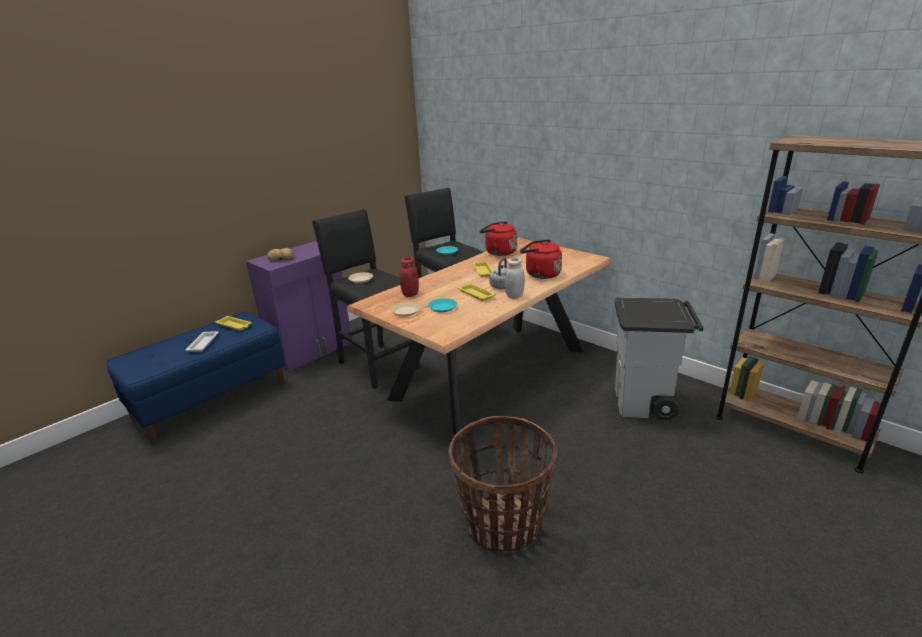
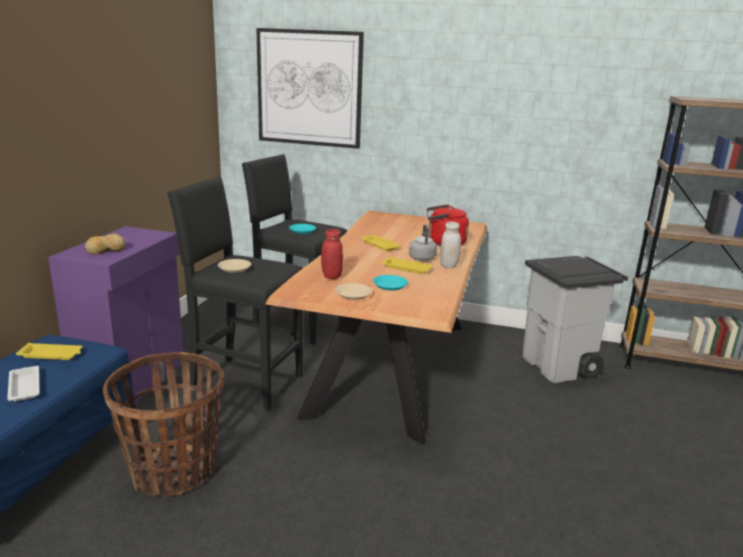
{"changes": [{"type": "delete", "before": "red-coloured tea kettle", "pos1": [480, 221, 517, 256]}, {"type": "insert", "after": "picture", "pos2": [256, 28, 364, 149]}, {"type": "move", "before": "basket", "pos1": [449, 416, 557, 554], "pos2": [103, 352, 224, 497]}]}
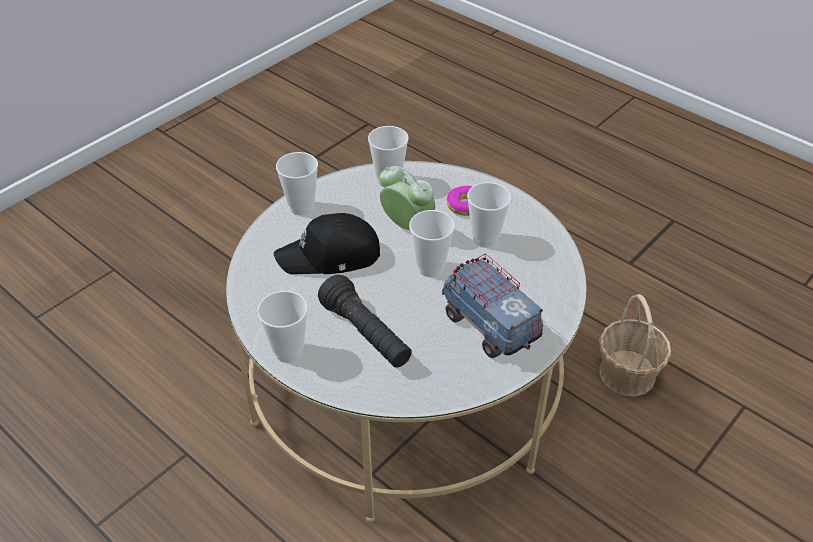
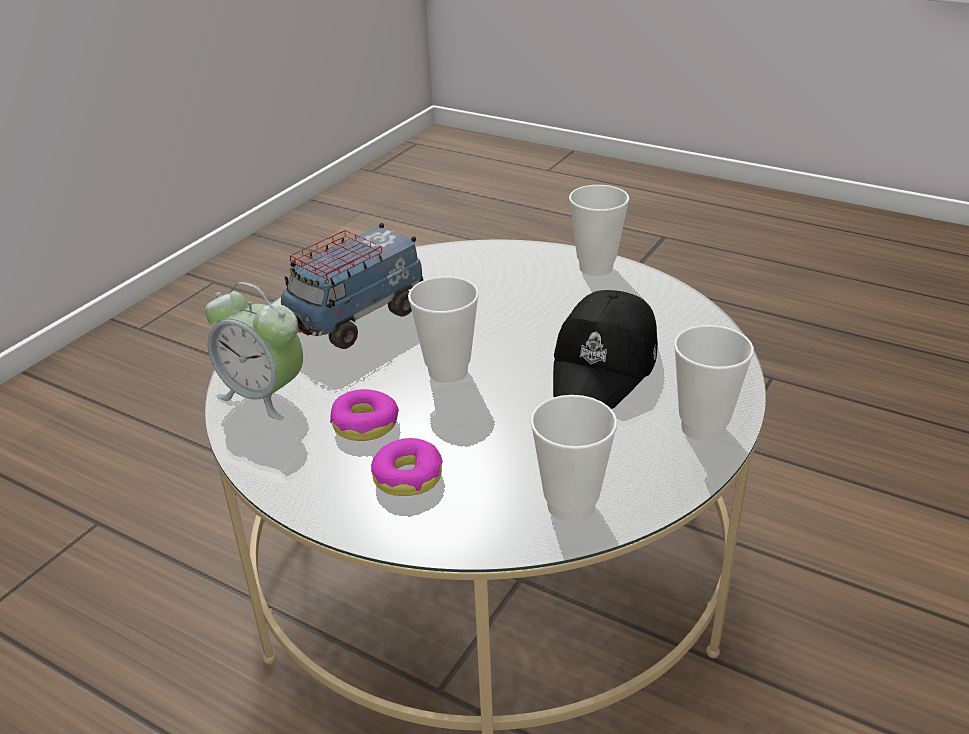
{"changes": [{"type": "delete", "before": "black hand torch", "pos1": [318, 275, 412, 368]}, {"type": "delete", "before": "basket", "pos1": [599, 294, 671, 396]}, {"type": "move", "before": "alarm clock", "pos1": [380, 166, 435, 230], "pos2": [205, 282, 303, 420]}, {"type": "replace", "before": "drinking cup", "after": "ring doughnut", "pos1": [467, 182, 511, 248], "pos2": [330, 389, 399, 441]}, {"type": "rotate", "before": "black baseball cap", "pos1": [274, 213, 380, 274], "pos2": [553, 290, 658, 409], "turn": 135}, {"type": "rotate", "before": "model truck", "pos1": [442, 253, 543, 358], "pos2": [281, 223, 423, 349], "turn": 90}]}
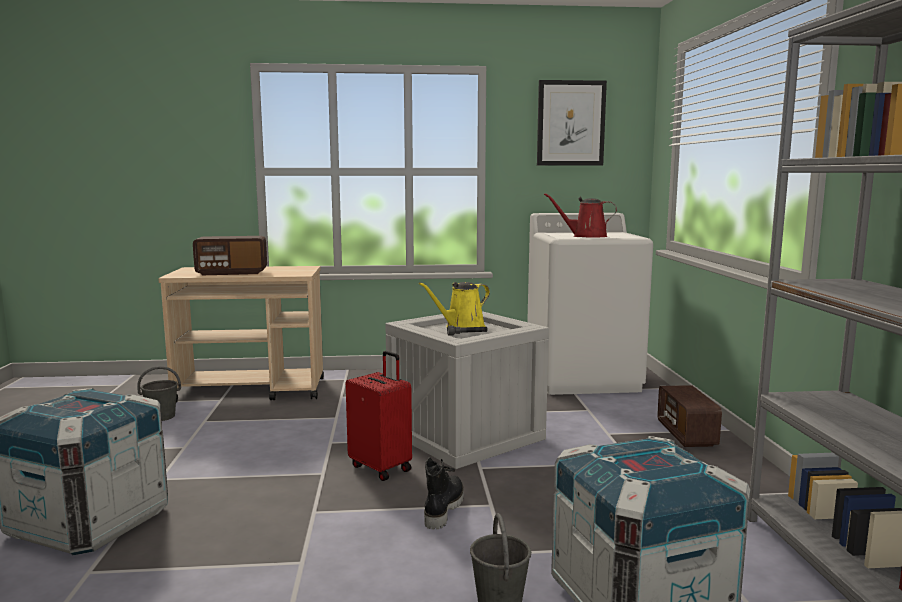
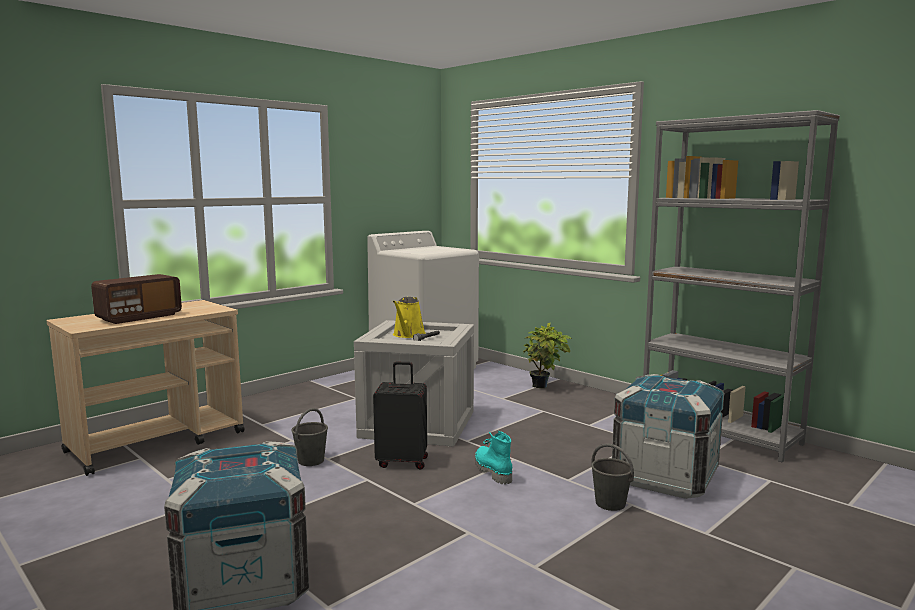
{"changes": [{"type": "delete", "before": "picture", "pos1": [537, 80, 607, 165]}, {"type": "delete", "before": "red-coloured watering pot", "pos1": [544, 193, 617, 238]}, {"type": "move", "before": "gray pail", "pos1": [137, 366, 181, 421], "pos2": [292, 408, 328, 466]}, {"type": "replace", "before": "radio set", "after": "plant in a pot", "pos1": [657, 385, 722, 447], "pos2": [523, 323, 572, 388]}, {"type": "recolor", "before": "red-coloured suitcase", "after": "black suitcase", "pos1": [346, 351, 412, 481], "pos2": [373, 362, 428, 469]}, {"type": "recolor", "before": "black boot", "after": "turquoise-coloured boot", "pos1": [424, 457, 464, 530], "pos2": [475, 431, 512, 485]}]}
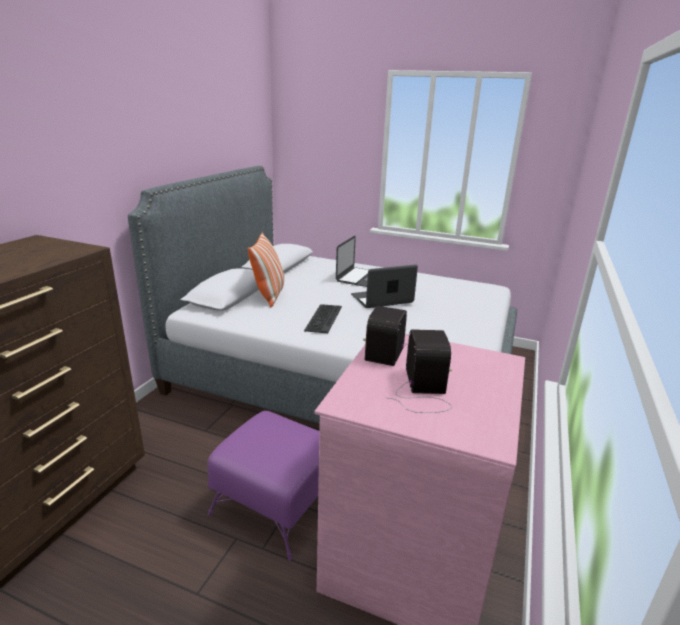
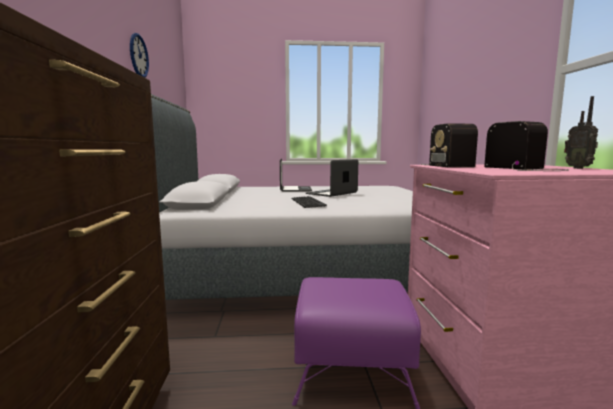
{"changes": [{"type": "delete", "before": "pillow", "pos1": [248, 232, 284, 307]}, {"type": "insert", "after": "clock on the wall", "pos2": [130, 33, 149, 78]}, {"type": "insert", "after": "radio set", "pos2": [564, 96, 598, 169]}]}
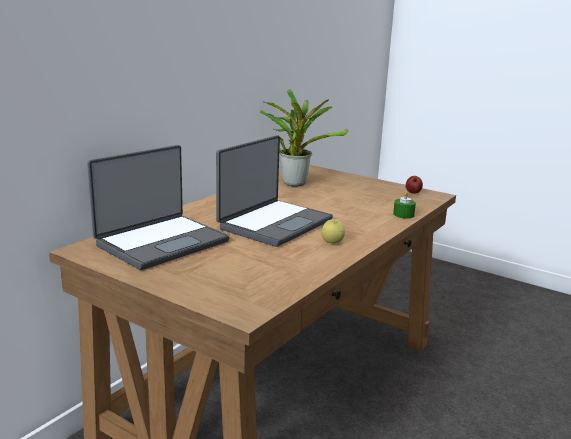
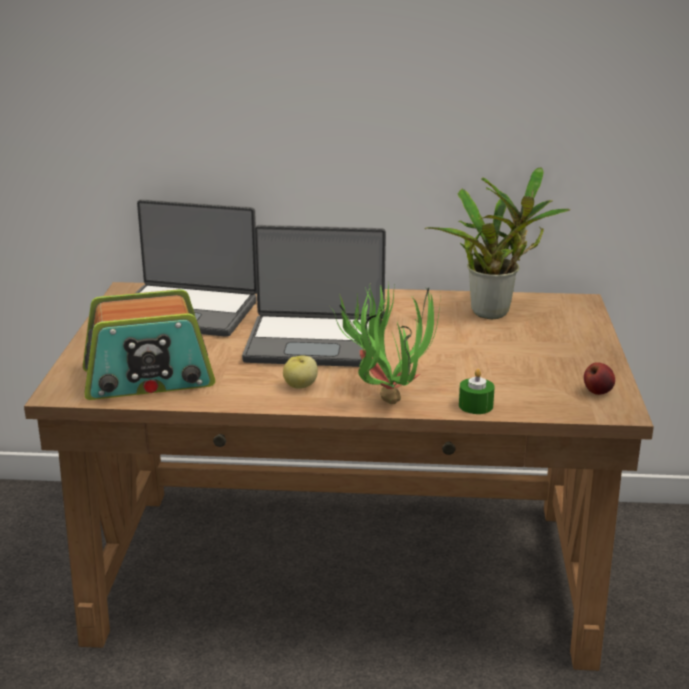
{"changes": [{"type": "insert", "after": "radio set", "pos2": [83, 289, 215, 400]}, {"type": "insert", "after": "plant in a pot", "pos2": [329, 280, 440, 404]}]}
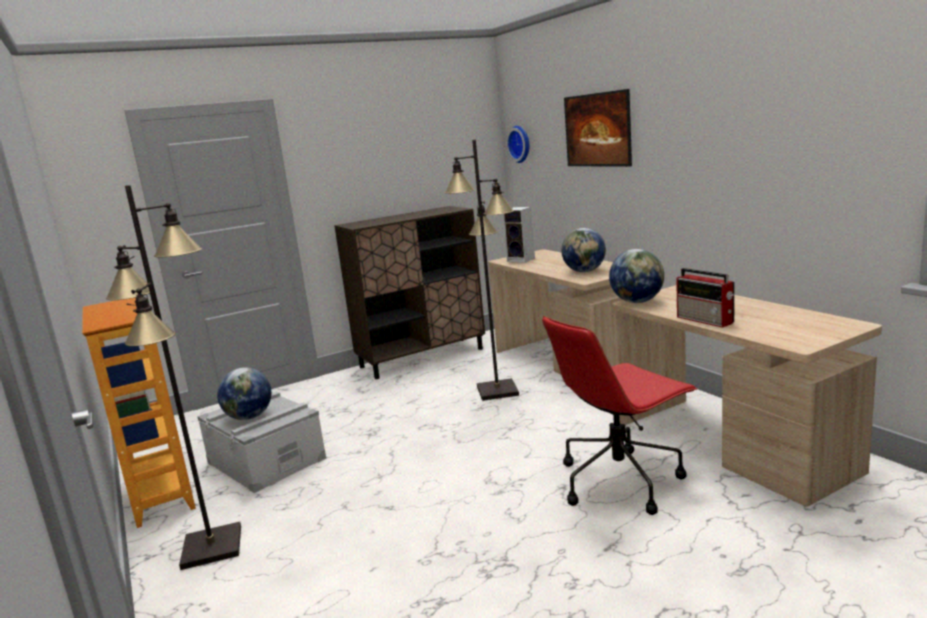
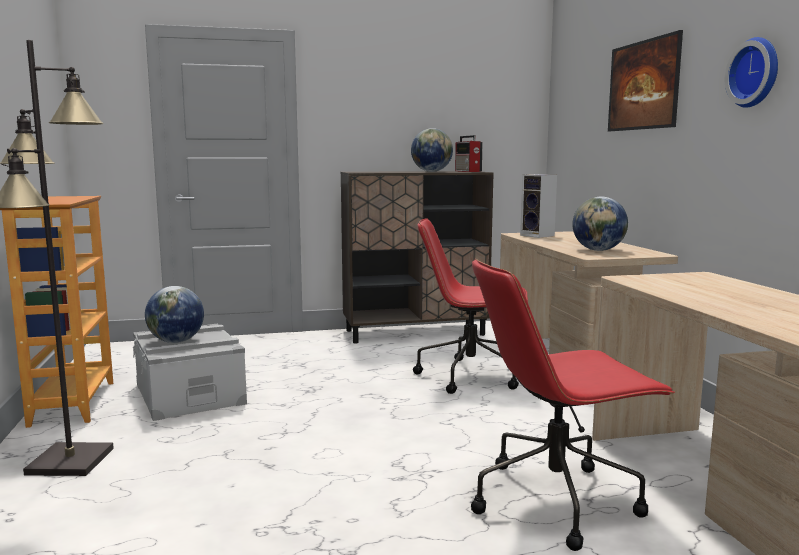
{"changes": [{"type": "move", "before": "clock on the wall", "pos1": [506, 126, 529, 163], "pos2": [725, 37, 778, 108]}, {"type": "move", "before": "globe", "pos1": [609, 249, 664, 303], "pos2": [411, 128, 453, 172]}, {"type": "move", "before": "radio set", "pos1": [676, 268, 734, 328], "pos2": [455, 135, 483, 172]}, {"type": "replace", "before": "black standing lamp", "after": "red-coloured desk chair", "pos1": [445, 140, 519, 401], "pos2": [413, 218, 528, 394]}]}
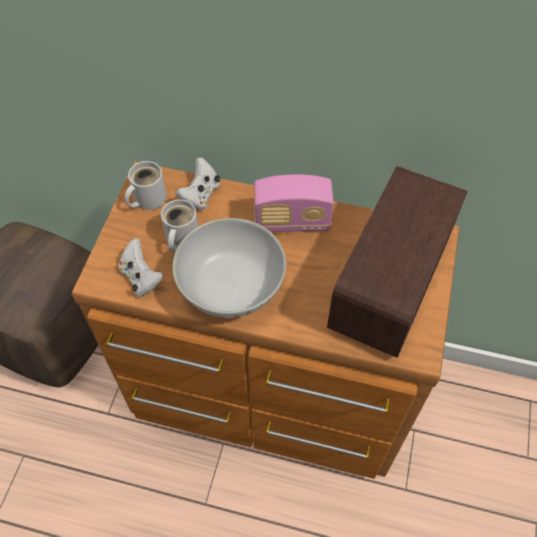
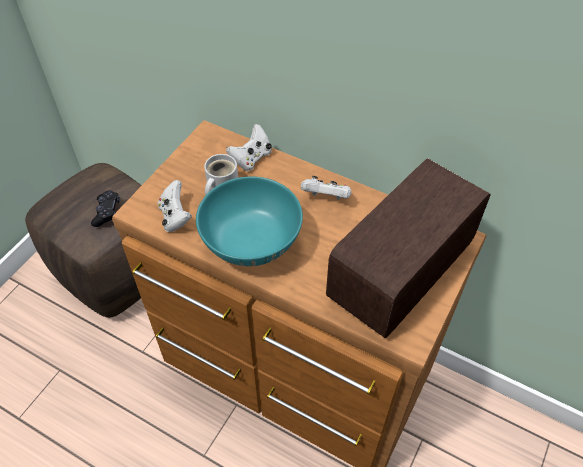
{"changes": [{"type": "delete", "before": "white-coloured tea mug", "pos1": [124, 161, 167, 210]}, {"type": "insert", "after": "black gamepad", "pos2": [91, 190, 120, 227]}, {"type": "replace", "before": "radio set", "after": "white-coloured gamepad", "pos1": [254, 174, 334, 232], "pos2": [301, 176, 351, 200]}, {"type": "recolor", "before": "white-coloured deep dish", "after": "turquoise-coloured deep dish", "pos1": [172, 218, 286, 318], "pos2": [196, 176, 303, 266]}]}
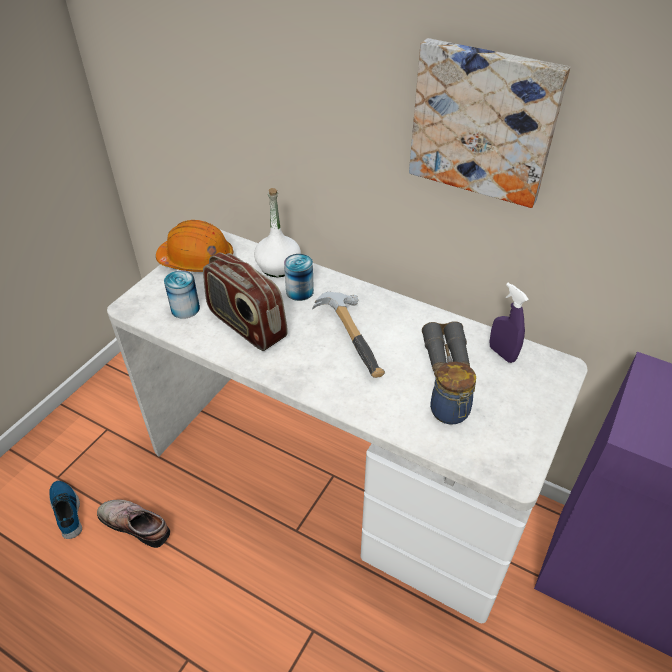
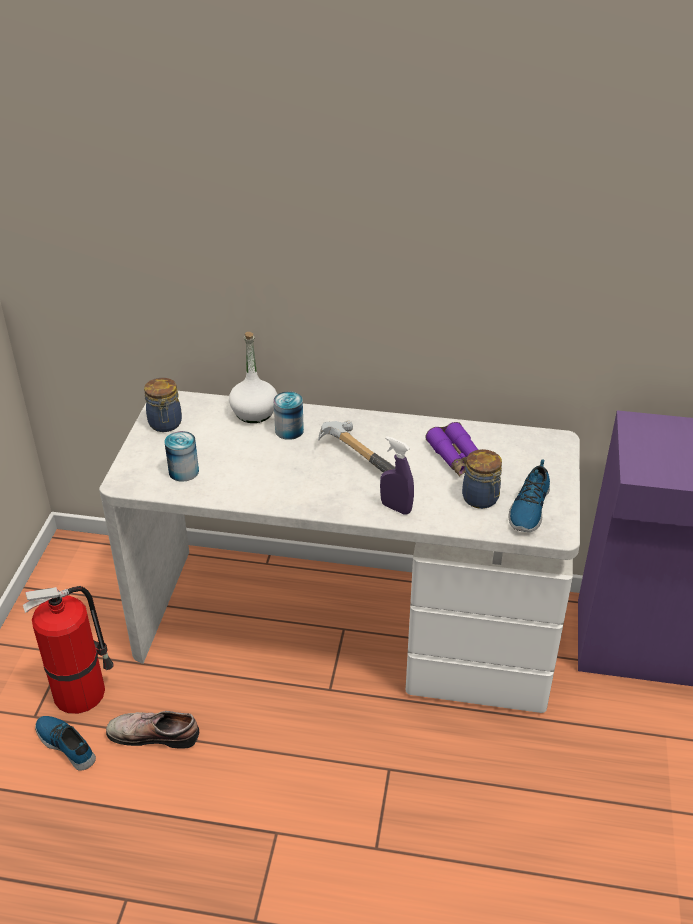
{"changes": [{"type": "delete", "before": "radio set", "pos1": [203, 252, 288, 351]}, {"type": "delete", "before": "picture", "pos1": [409, 38, 570, 208]}, {"type": "insert", "after": "fire extinguisher", "pos2": [23, 586, 114, 714]}, {"type": "insert", "after": "low shoe", "pos2": [508, 460, 550, 532]}, {"type": "move", "before": "purple-coloured hand sprayer", "pos1": [489, 283, 529, 363], "pos2": [380, 436, 414, 515]}, {"type": "replace", "before": "orange-coloured work helmet", "after": "storage jar", "pos1": [156, 220, 233, 272], "pos2": [144, 378, 182, 432]}, {"type": "recolor", "before": "gray field glasses", "after": "purple-coloured field glasses", "pos1": [422, 321, 470, 377], "pos2": [425, 422, 478, 476]}]}
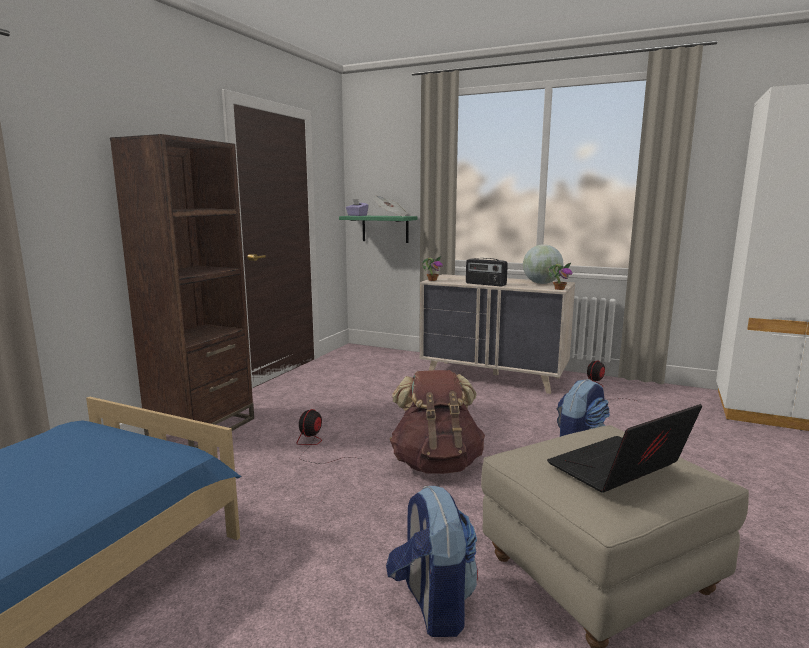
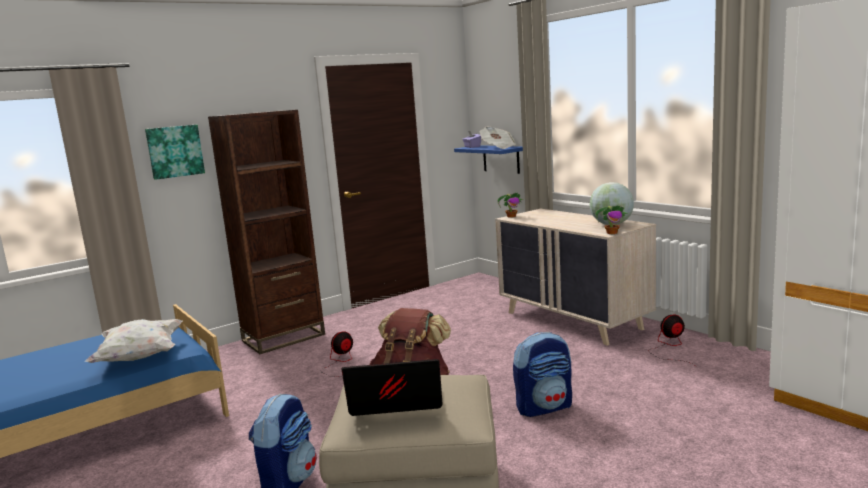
{"changes": [{"type": "delete", "before": "radio set", "pos1": [466, 258, 508, 287]}, {"type": "insert", "after": "white-coloured pillow", "pos2": [85, 319, 182, 363]}, {"type": "insert", "after": "picture", "pos2": [145, 125, 205, 180]}, {"type": "recolor", "before": "green bracket shelf", "after": "blue-coloured bracket shelf", "pos1": [339, 216, 417, 243], "pos2": [454, 145, 523, 174]}]}
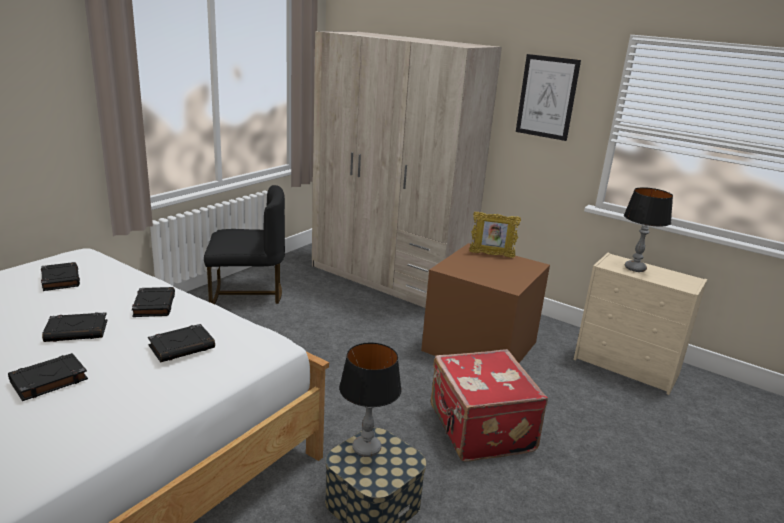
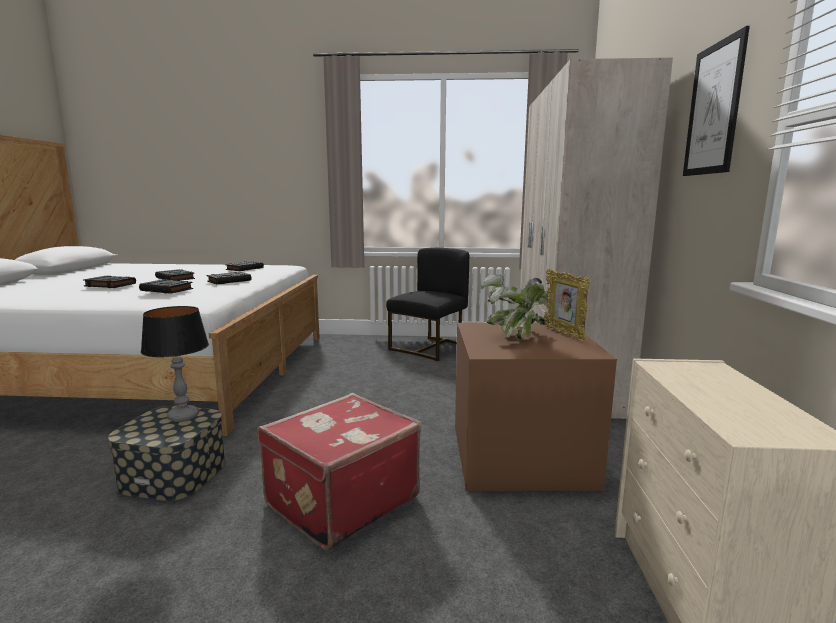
{"changes": [{"type": "delete", "before": "table lamp", "pos1": [624, 187, 673, 272]}, {"type": "insert", "after": "plant in a pot", "pos2": [481, 274, 548, 340]}, {"type": "rotate", "before": "black plain chair", "pos1": [204, 185, 285, 304], "pos2": [386, 248, 469, 361], "turn": -105}]}
